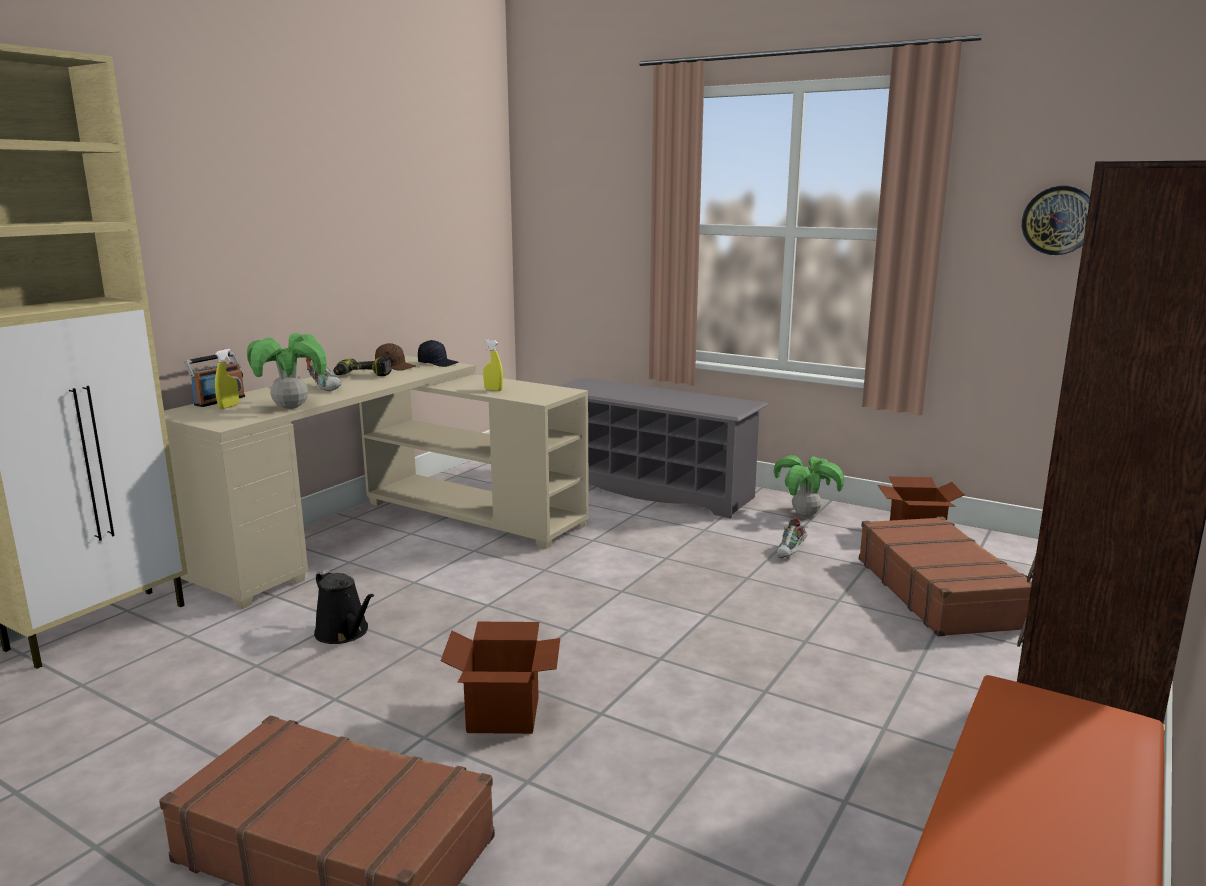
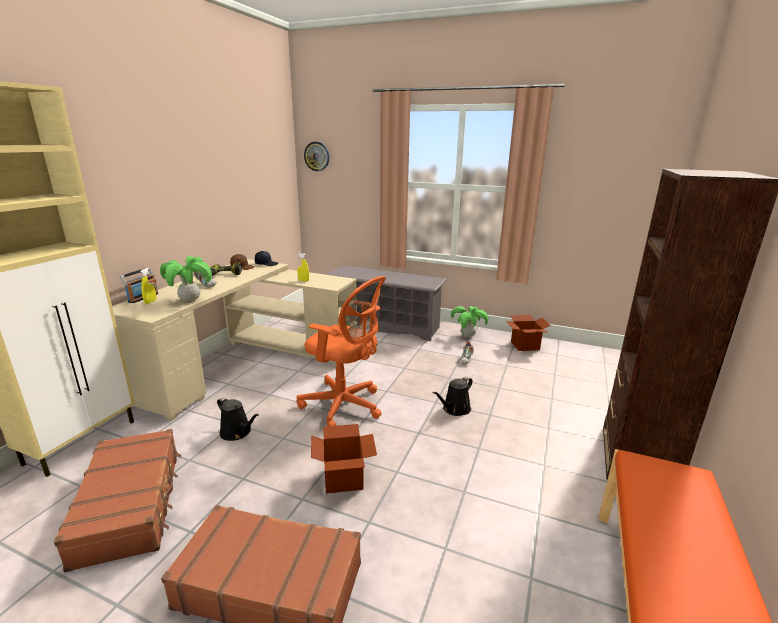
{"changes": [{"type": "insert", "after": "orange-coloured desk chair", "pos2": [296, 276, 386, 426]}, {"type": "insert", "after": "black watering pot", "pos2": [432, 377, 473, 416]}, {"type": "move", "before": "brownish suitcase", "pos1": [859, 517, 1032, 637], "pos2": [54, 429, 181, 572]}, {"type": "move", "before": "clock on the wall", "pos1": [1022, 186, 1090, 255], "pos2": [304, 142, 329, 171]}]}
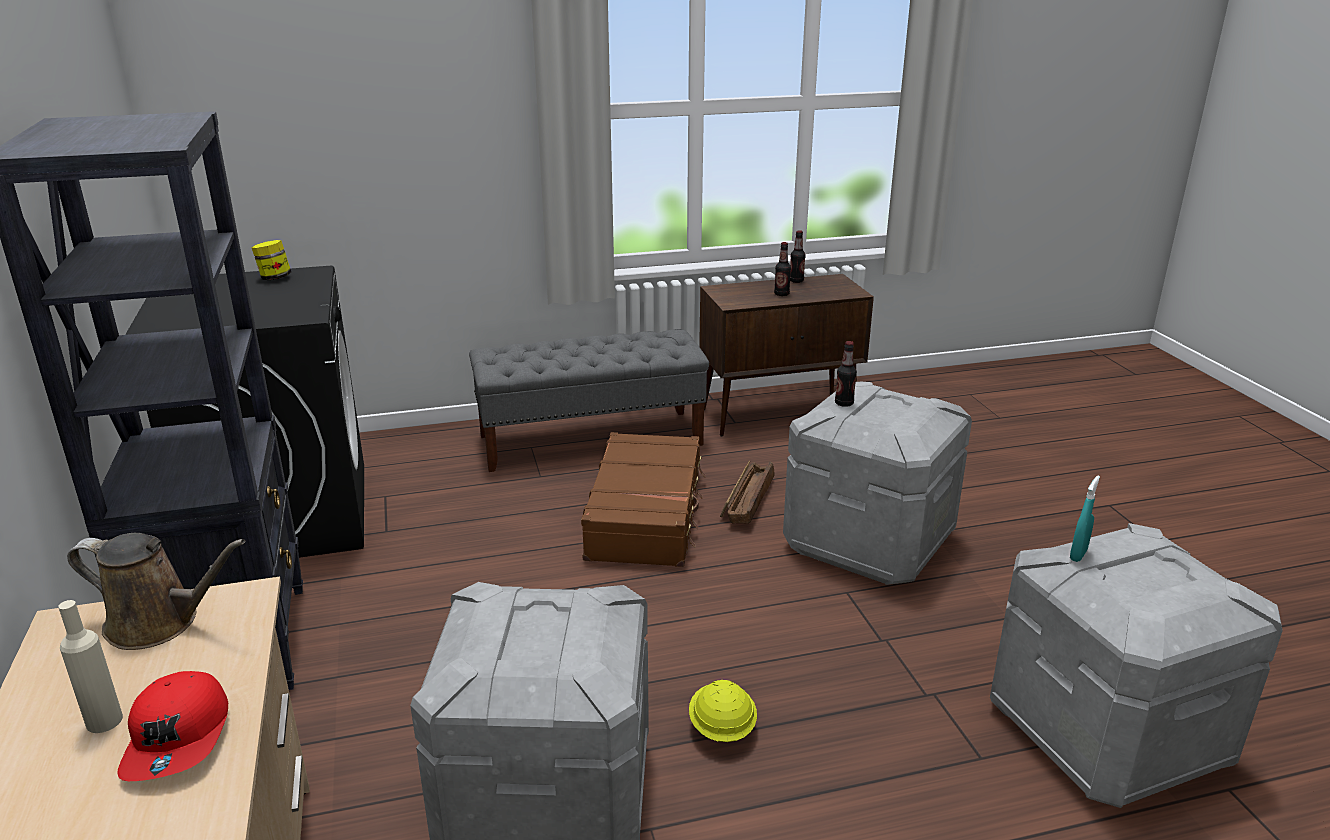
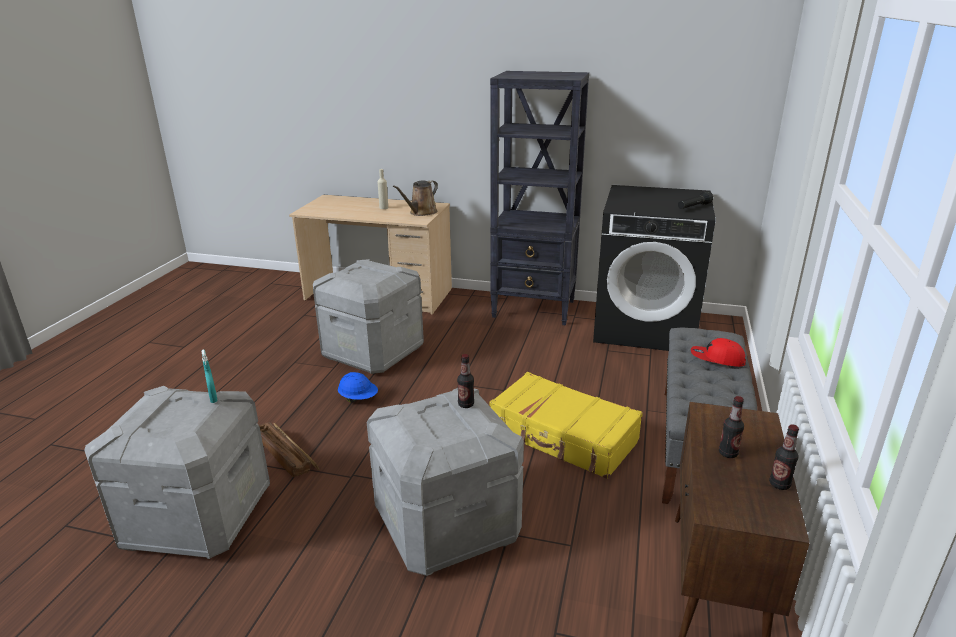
{"changes": [{"type": "move", "before": "red-coloured baseball cap", "pos1": [117, 671, 228, 781], "pos2": [691, 338, 746, 367]}, {"type": "move", "before": "crate", "pos1": [720, 461, 774, 524], "pos2": [259, 422, 320, 477]}, {"type": "replace", "before": "storage jar", "after": "black hand torch", "pos1": [251, 240, 291, 280], "pos2": [678, 191, 713, 209]}, {"type": "recolor", "before": "brownish suitcase", "after": "yellow suitcase", "pos1": [581, 432, 706, 567], "pos2": [489, 372, 643, 479]}, {"type": "recolor", "before": "yellow work helmet", "after": "blue-coloured work helmet", "pos1": [689, 680, 757, 742], "pos2": [338, 372, 378, 403]}]}
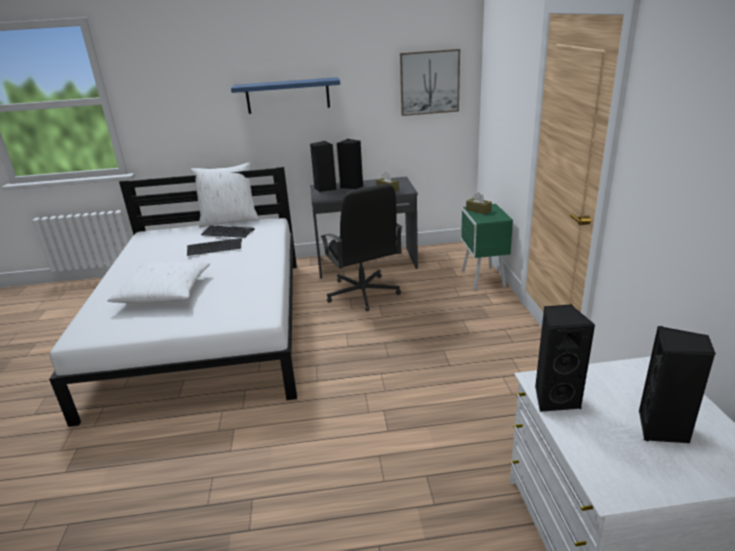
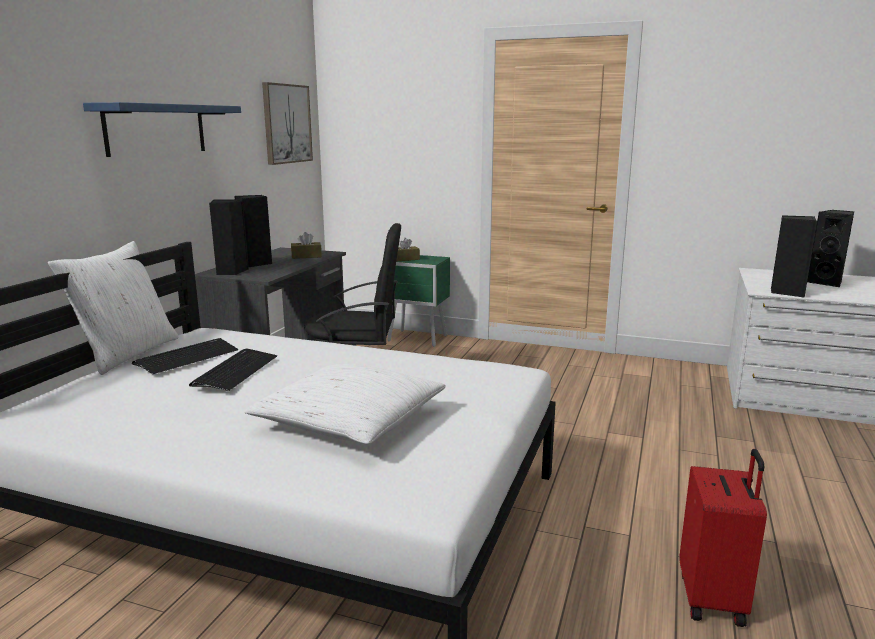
{"changes": [{"type": "insert", "after": "red-coloured suitcase", "pos2": [679, 449, 767, 627]}]}
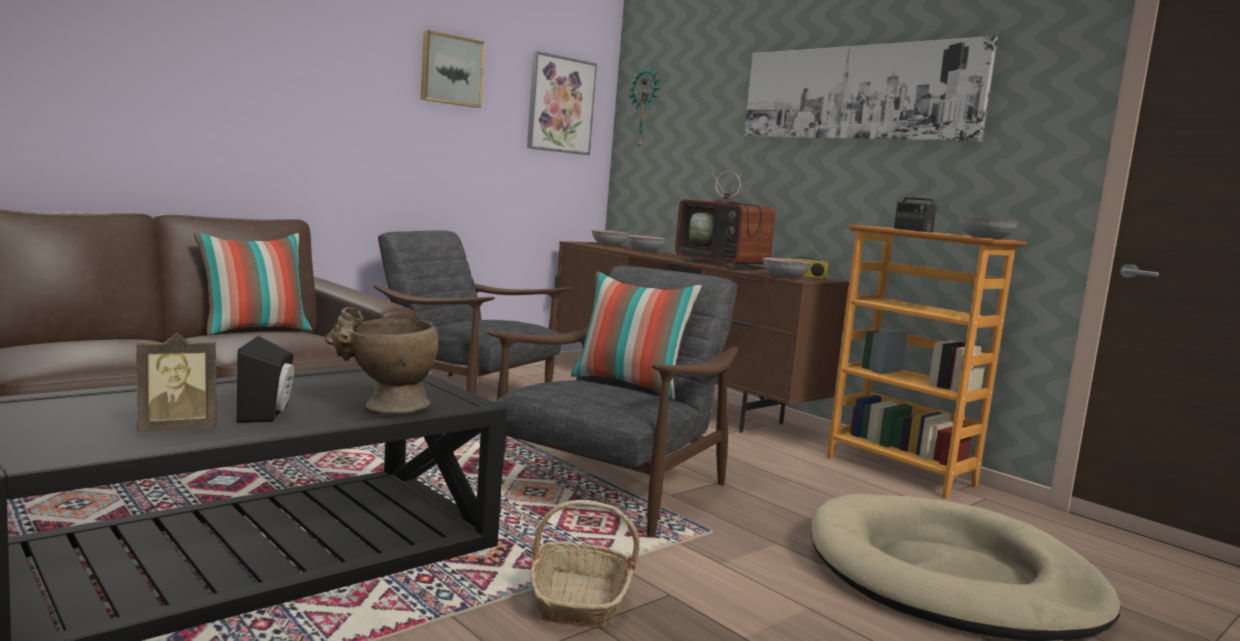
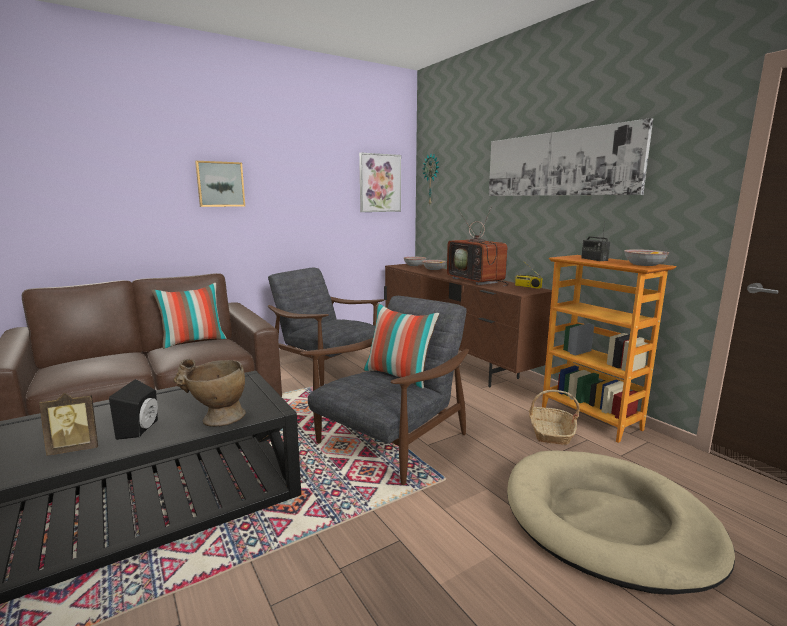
{"changes": [{"type": "delete", "before": "deep dish", "pos1": [762, 258, 812, 278]}, {"type": "move", "before": "picture", "pos1": [420, 30, 485, 108], "pos2": [195, 161, 245, 207]}, {"type": "move", "before": "basket", "pos1": [530, 500, 640, 628], "pos2": [529, 390, 580, 445]}]}
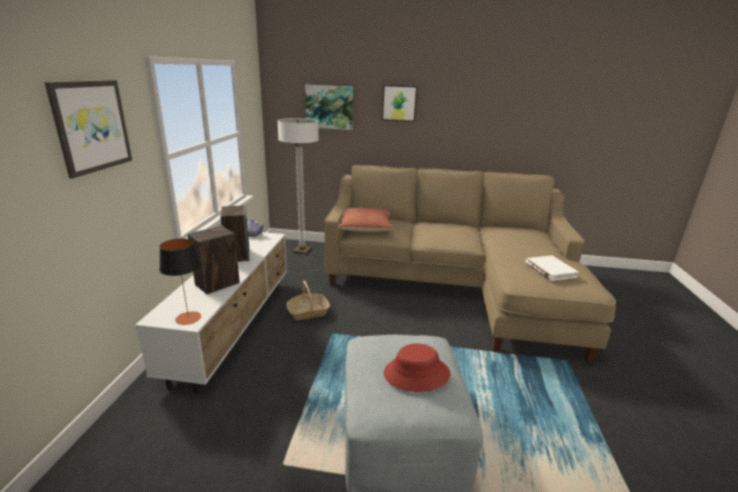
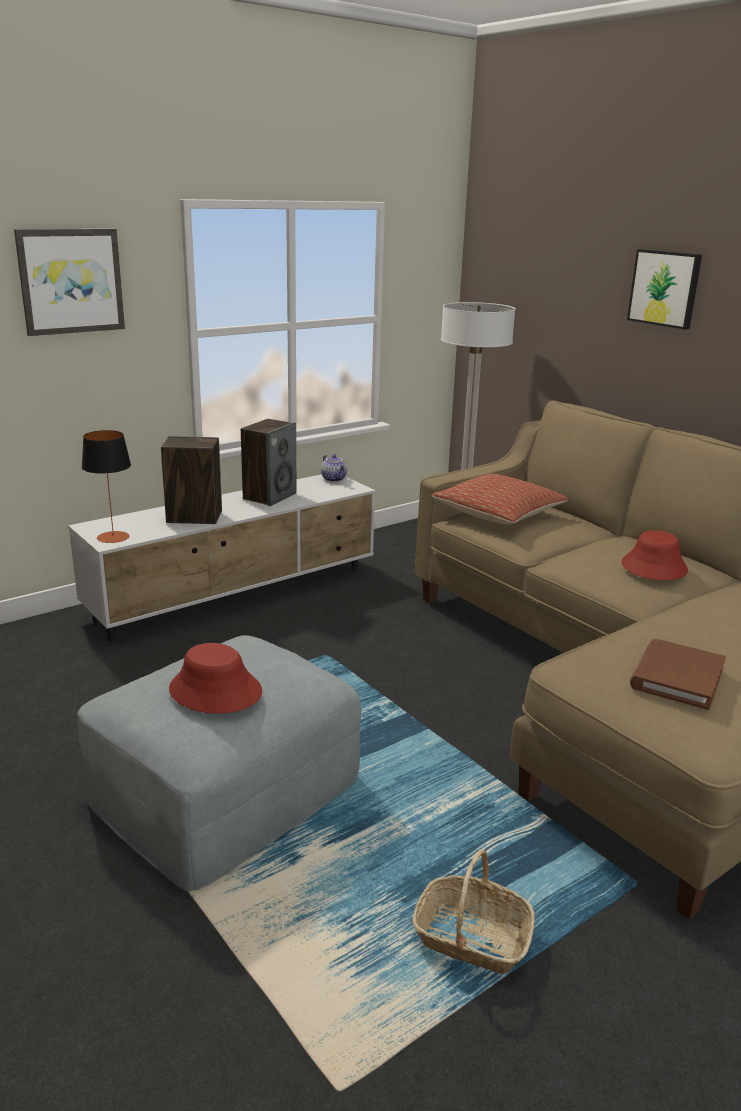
{"changes": [{"type": "delete", "before": "picture", "pos1": [305, 85, 353, 130]}, {"type": "insert", "after": "red-coloured hat", "pos2": [621, 530, 688, 581]}, {"type": "move", "before": "basket", "pos1": [286, 281, 330, 320], "pos2": [412, 849, 535, 974]}, {"type": "recolor", "before": "white-coloured volume", "after": "brownish volume", "pos1": [526, 255, 579, 281], "pos2": [630, 639, 726, 710]}]}
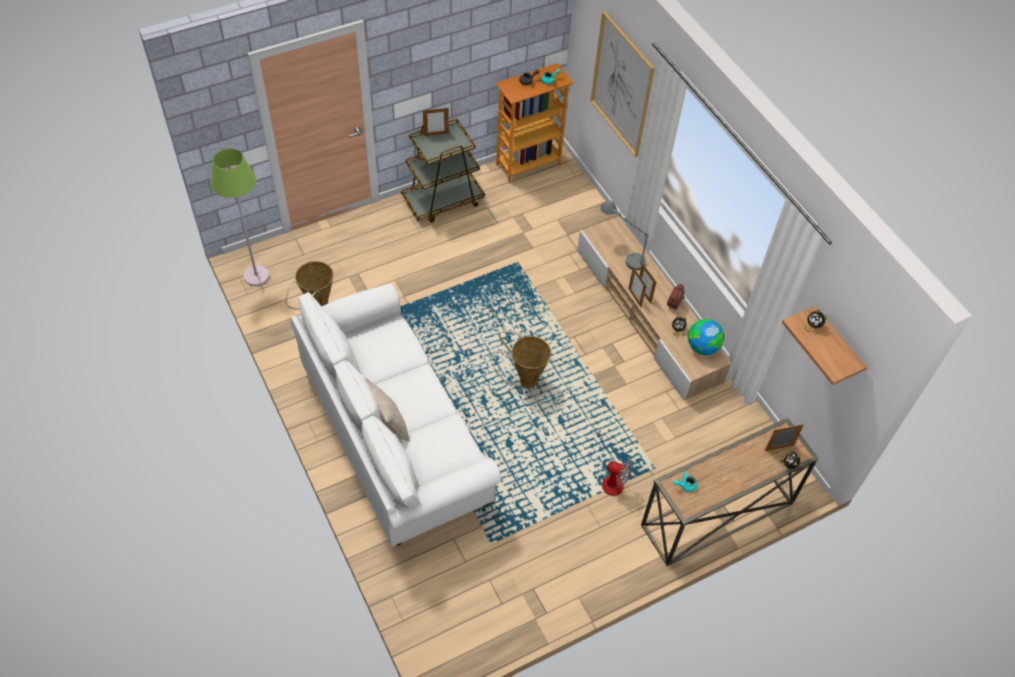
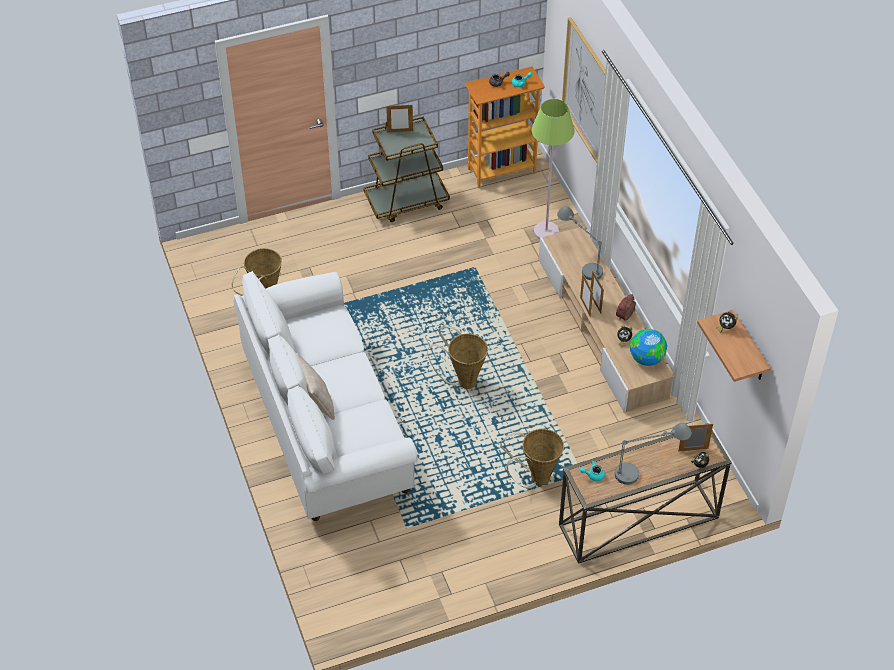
{"changes": [{"type": "insert", "after": "gray table lamp", "pos2": [615, 423, 692, 485]}, {"type": "move", "before": "green standing lamp", "pos1": [211, 148, 269, 286], "pos2": [532, 99, 575, 239]}, {"type": "replace", "before": "cooling fan", "after": "basket", "pos1": [595, 431, 633, 496], "pos2": [500, 429, 564, 489]}]}
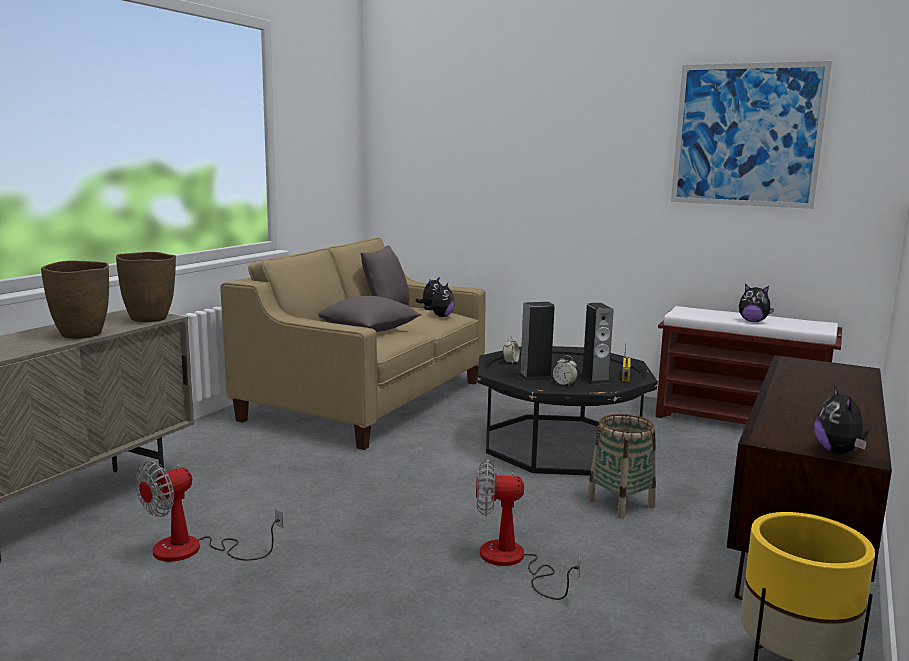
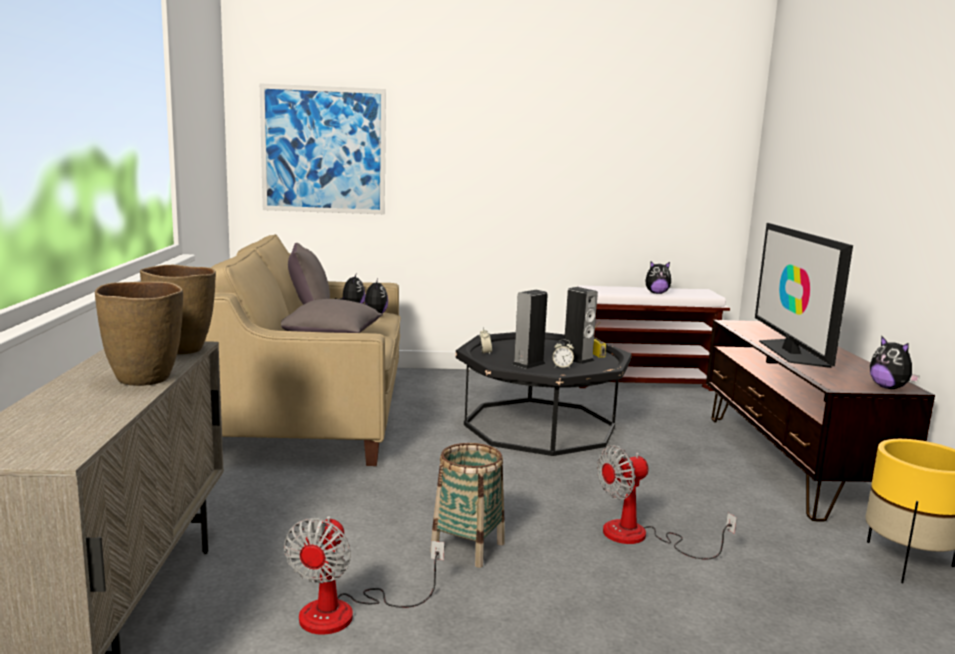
{"changes": [{"type": "insert", "after": "TV set", "pos2": [755, 223, 853, 368]}, {"type": "move", "before": "basket", "pos1": [587, 414, 656, 519], "pos2": [430, 443, 505, 568]}, {"type": "move", "before": "picture", "pos1": [671, 61, 832, 209], "pos2": [260, 84, 386, 214]}]}
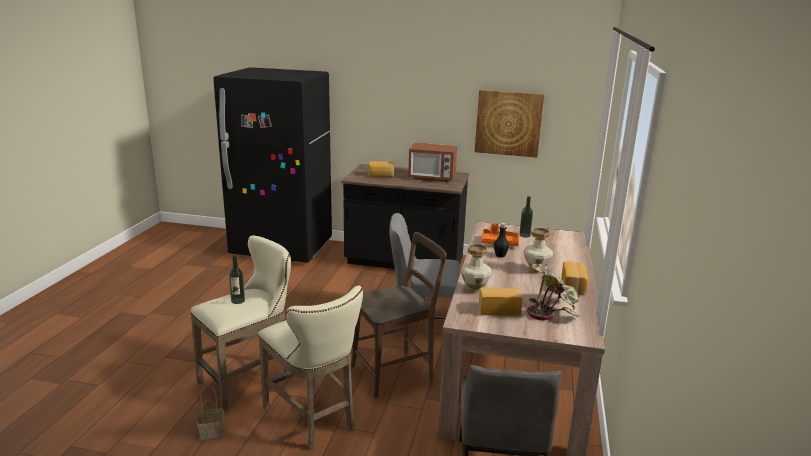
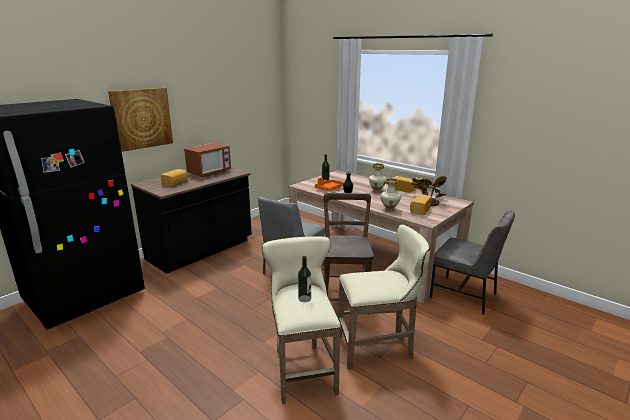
{"changes": [{"type": "delete", "before": "basket", "pos1": [196, 385, 225, 440]}, {"type": "move", "before": "picture", "pos1": [475, 90, 545, 158], "pos2": [108, 88, 173, 152]}]}
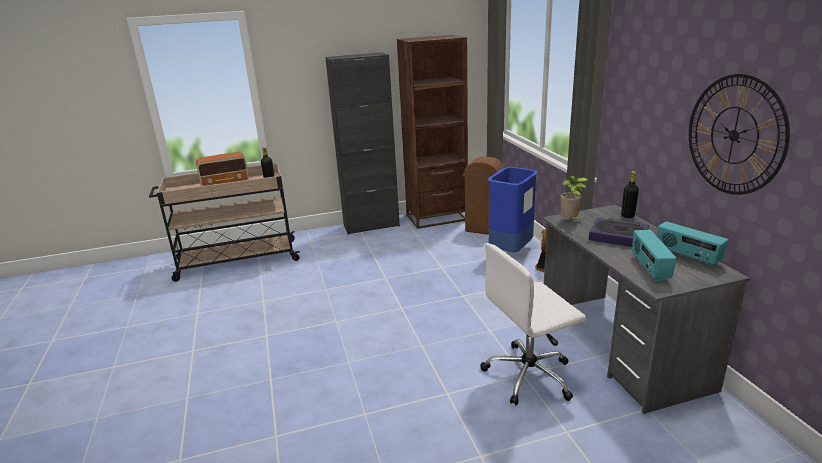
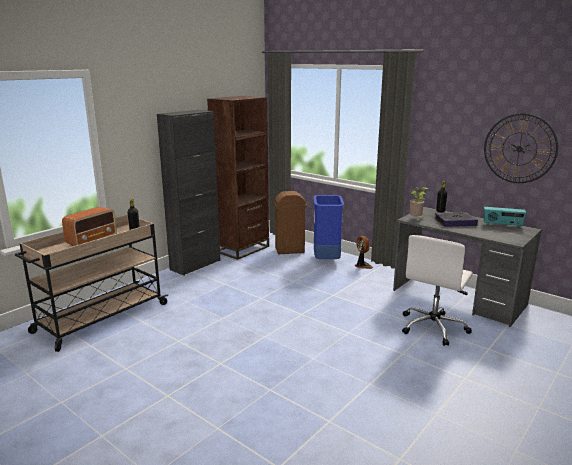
{"changes": [{"type": "delete", "before": "radio set", "pos1": [632, 230, 677, 281]}]}
